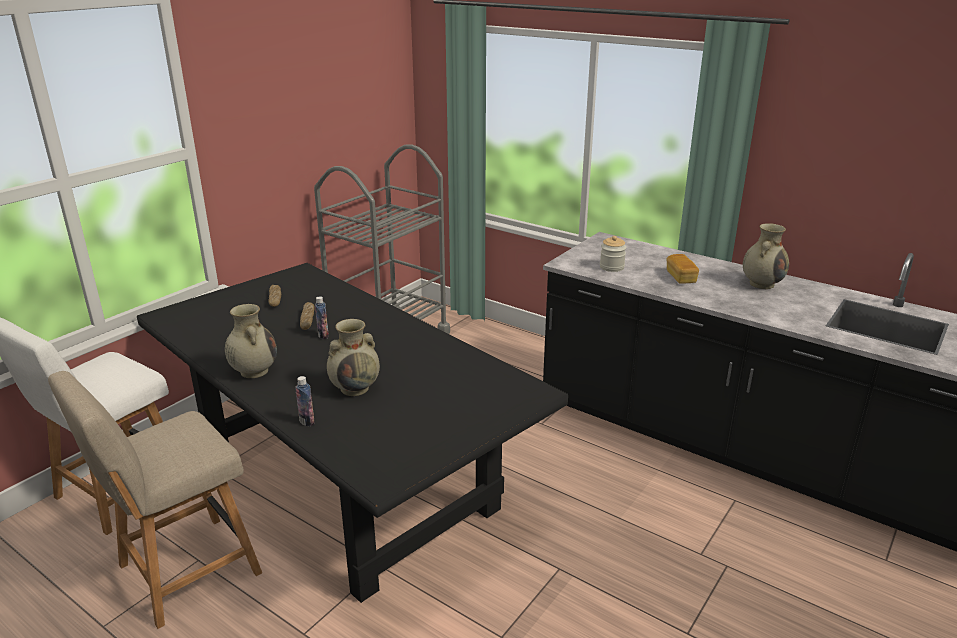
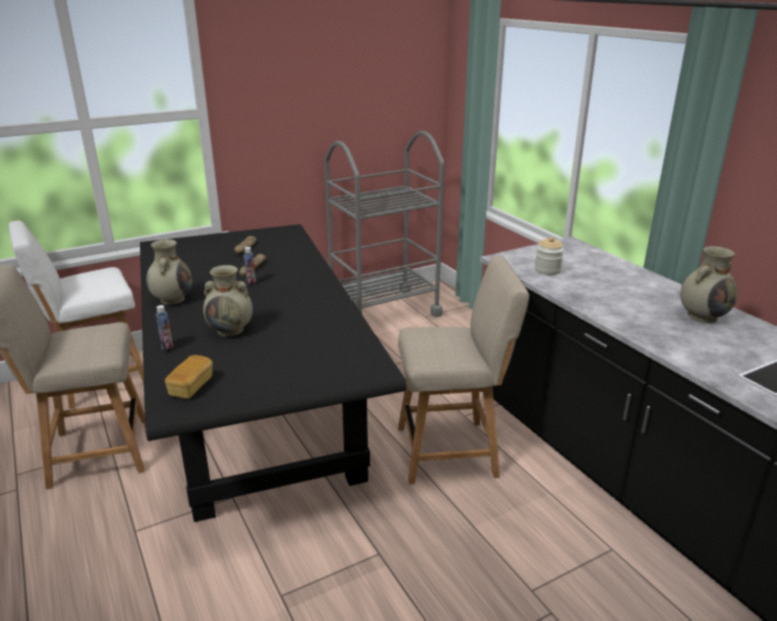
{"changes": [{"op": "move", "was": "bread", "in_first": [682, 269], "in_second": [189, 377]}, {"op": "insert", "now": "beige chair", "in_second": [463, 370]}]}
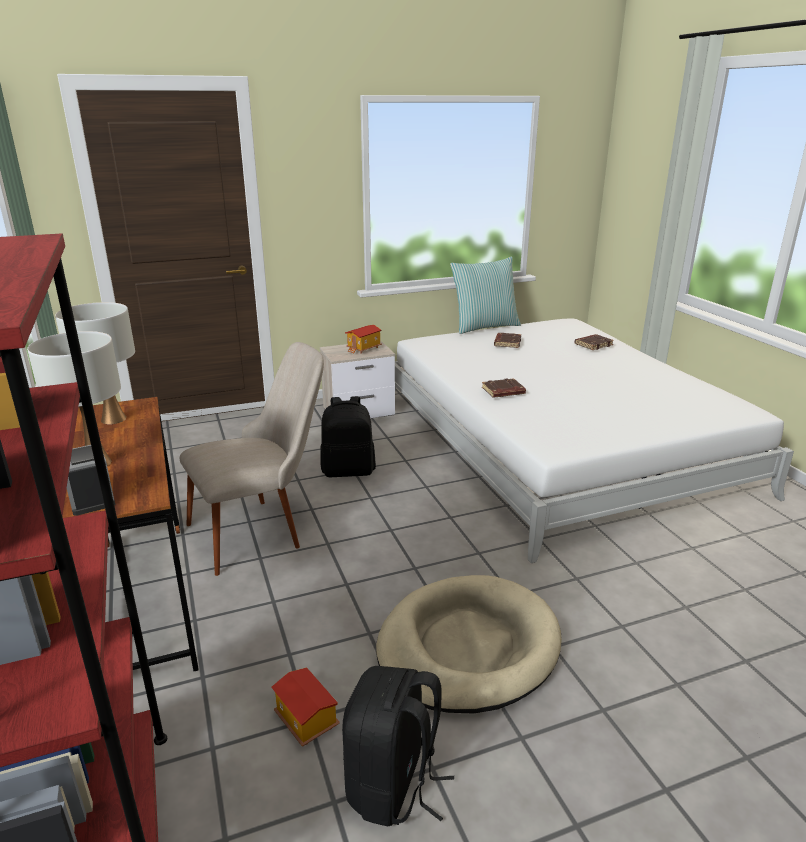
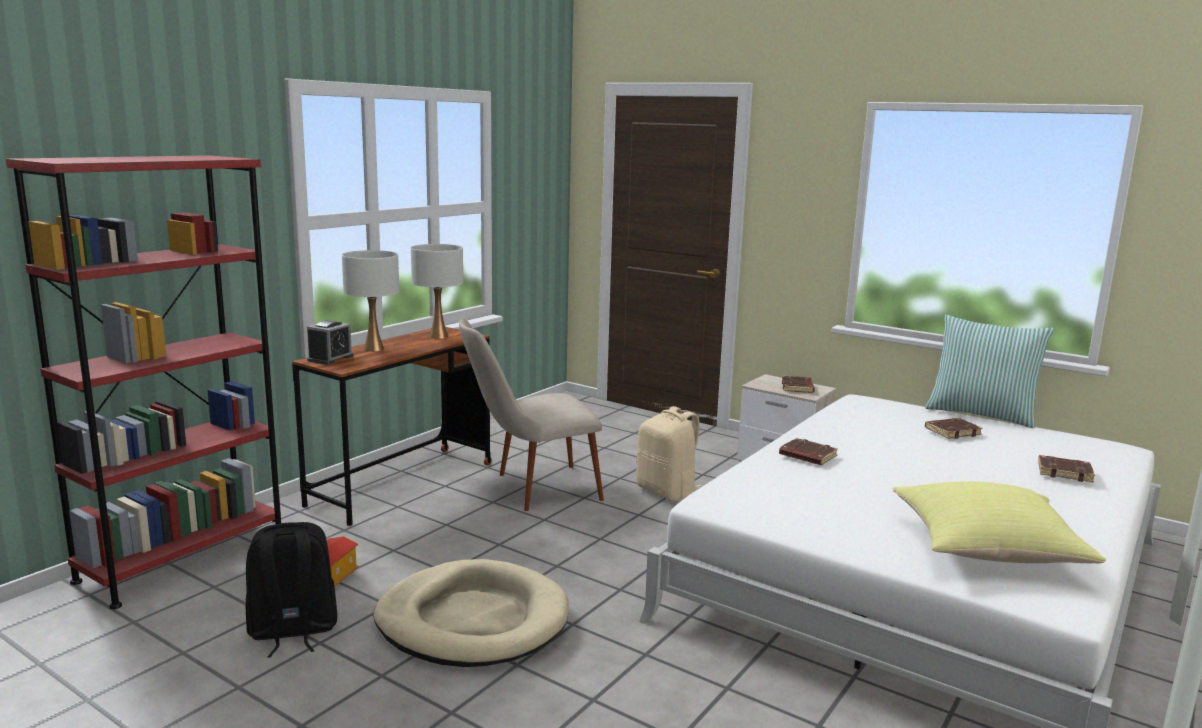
{"changes": [{"op": "rotate", "was": "beige chair", "in_first": [252, 459], "in_second": [531, 414], "clockwise": 135}, {"op": "recolor", "was": "black backpack", "now": "beige backpack", "in_first": [348, 436], "in_second": [669, 454]}, {"op": "replace", "was": "toy house", "now": "brown book", "in_first": [363, 339], "in_second": [798, 384]}, {"op": "insert", "now": "yellow pillow", "in_second": [999, 522]}]}
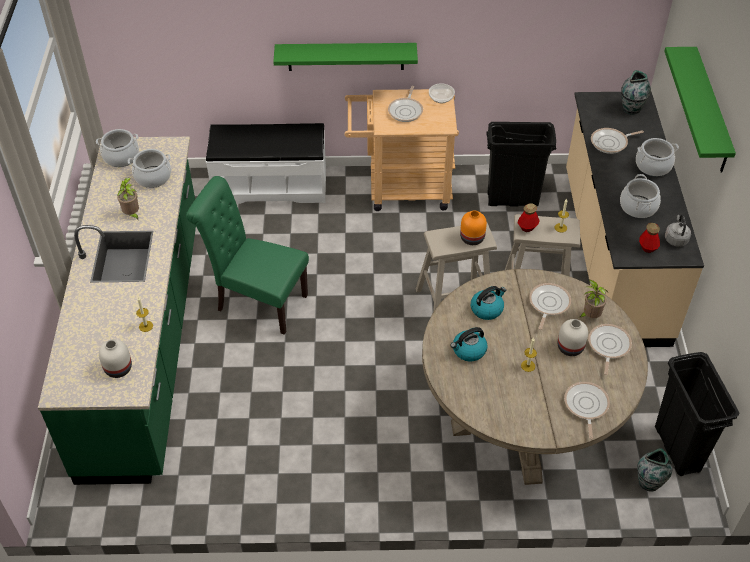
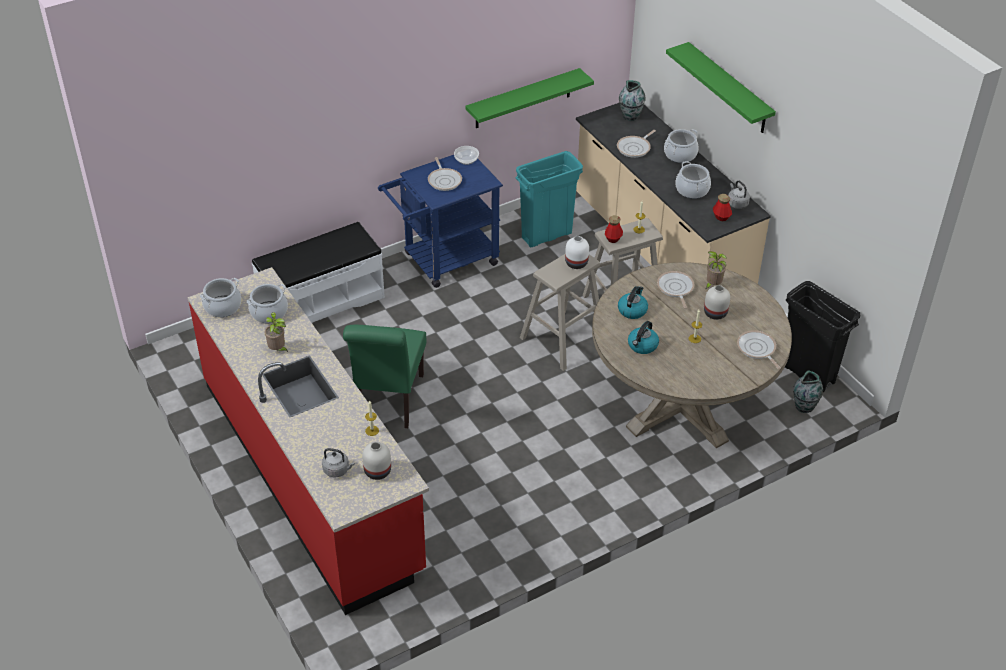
{"changes": [{"op": "recolor", "was": "green counter", "now": "red counter", "in_first": [117, 311], "in_second": [308, 441]}, {"op": "rotate", "was": "green chair", "in_first": [247, 255], "in_second": [384, 376], "clockwise": -75}, {"op": "move", "was": "green shelf", "in_first": [345, 57], "in_second": [530, 98]}, {"op": "recolor", "was": "beige cart", "now": "blue cart", "in_first": [402, 150], "in_second": [440, 221]}, {"op": "recolor", "was": "orange vase", "now": "white vase", "in_first": [473, 227], "in_second": [577, 252]}, {"op": "recolor", "was": "black trash can", "now": "turquoise trash can", "in_first": [521, 164], "in_second": [549, 199]}, {"op": "delete", "was": "frying pan", "in_first": [610, 349]}, {"op": "insert", "now": "grey kettle", "in_second": [338, 462]}]}
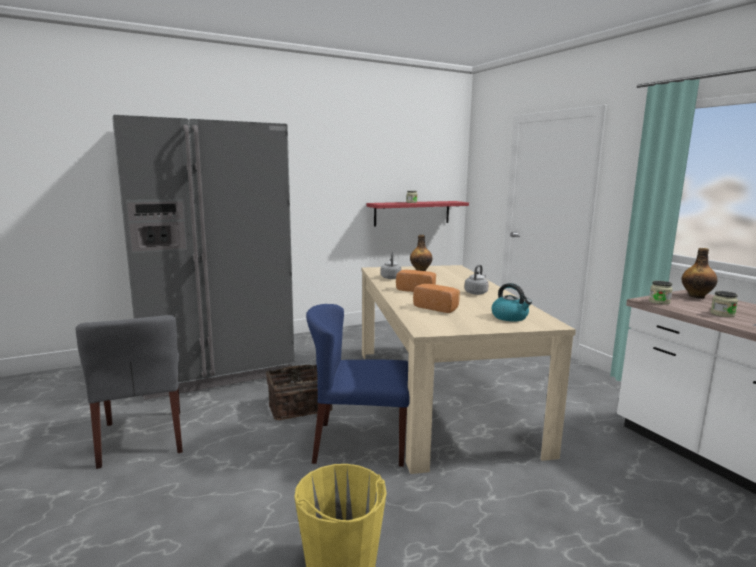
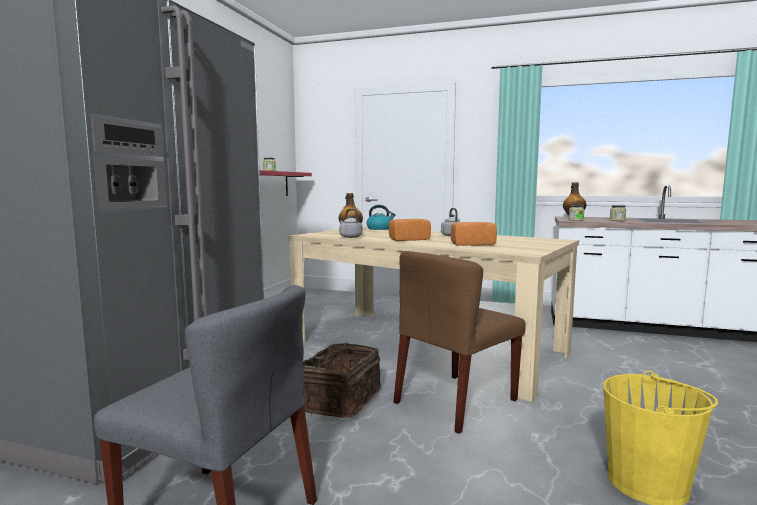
{"changes": [{"op": "recolor", "was": "blue chair", "now": "brown chair", "in_first": [358, 385], "in_second": [459, 342]}, {"op": "move", "was": "kettle", "in_first": [512, 302], "in_second": [381, 217]}]}
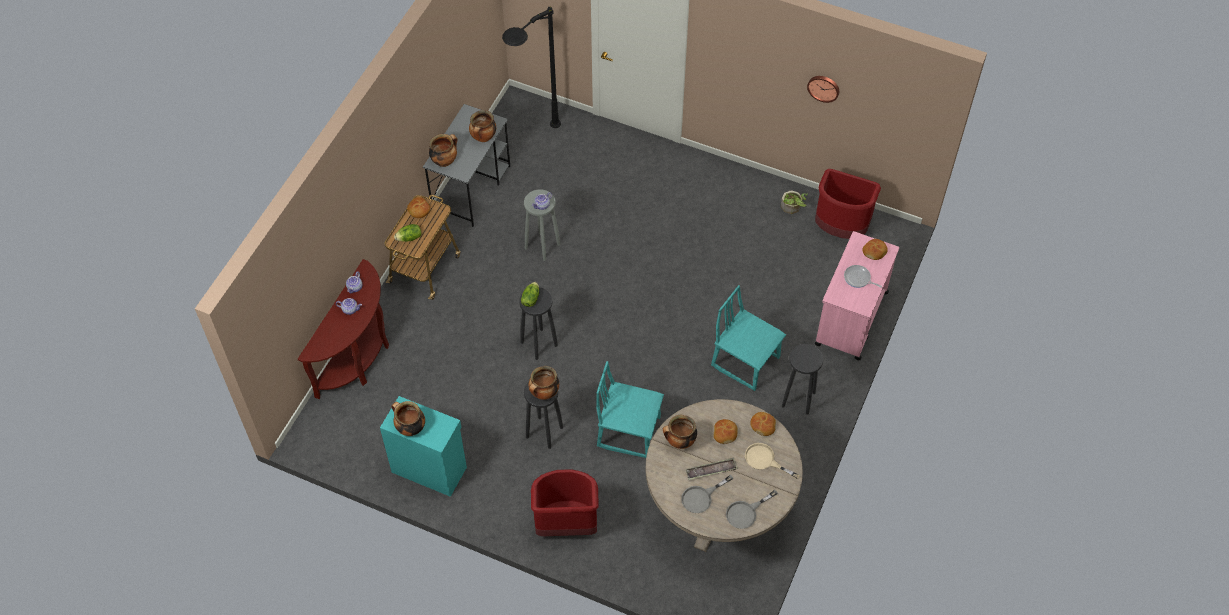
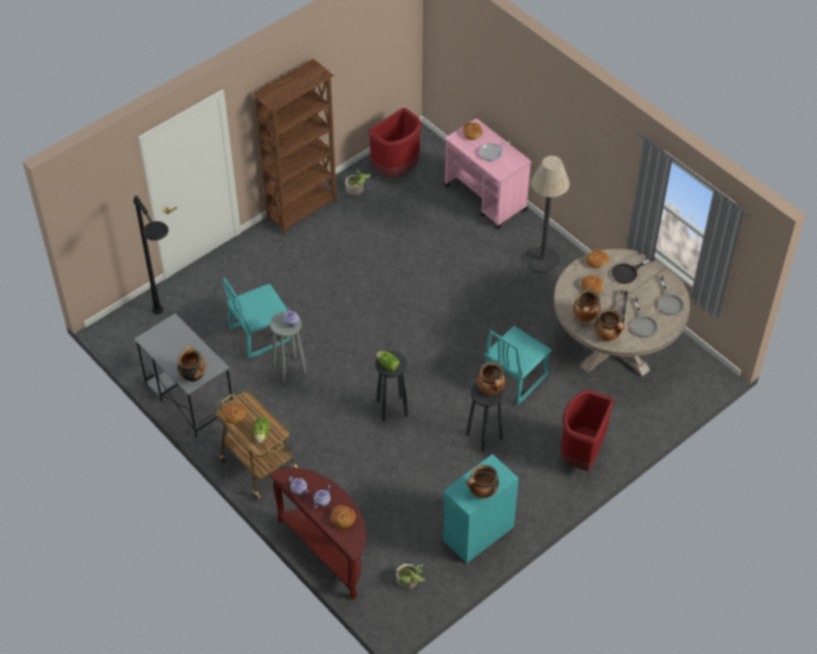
{"changes": [{"op": "move", "was": "cooking pot", "in_first": [482, 126], "in_second": [609, 324]}, {"op": "move", "was": "turquoise chair", "in_first": [748, 338], "in_second": [256, 317]}, {"op": "recolor", "was": "beige frying pan", "now": "black frying pan", "in_first": [772, 461], "in_second": [633, 271]}, {"op": "replace", "was": "black stool", "now": "floor lamp", "in_first": [802, 379], "in_second": [547, 214]}, {"op": "delete", "was": "wall clock", "in_first": [823, 89]}, {"op": "insert", "now": "brown bookcase", "in_second": [294, 147]}, {"op": "insert", "now": "bread", "in_second": [343, 516]}, {"op": "insert", "now": "potted plant", "in_second": [410, 577]}]}
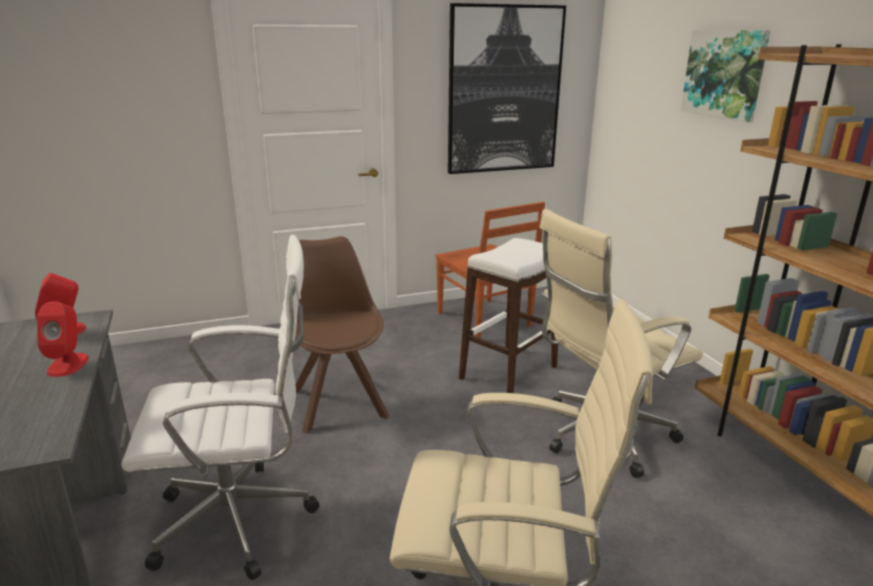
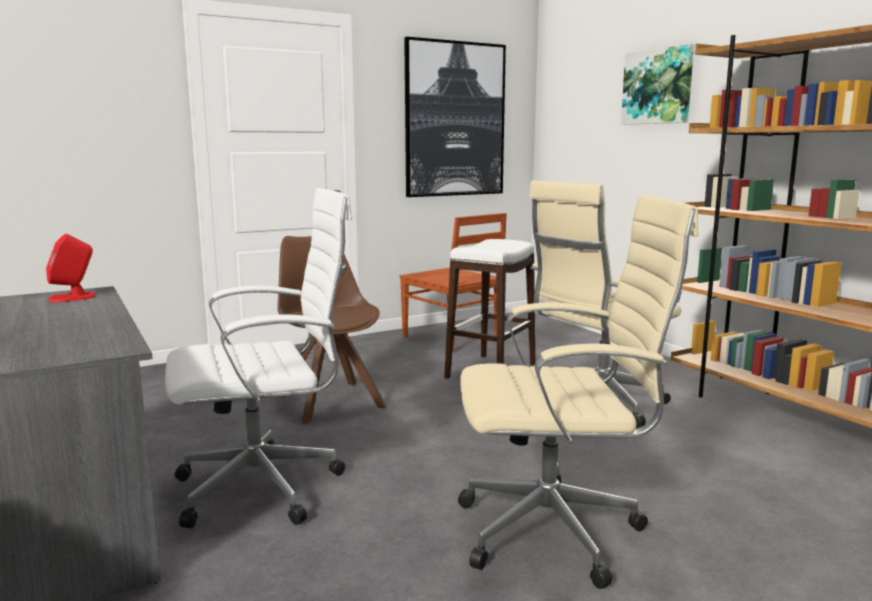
{"changes": [{"op": "delete", "was": "red speaker", "in_first": [62, 339]}]}
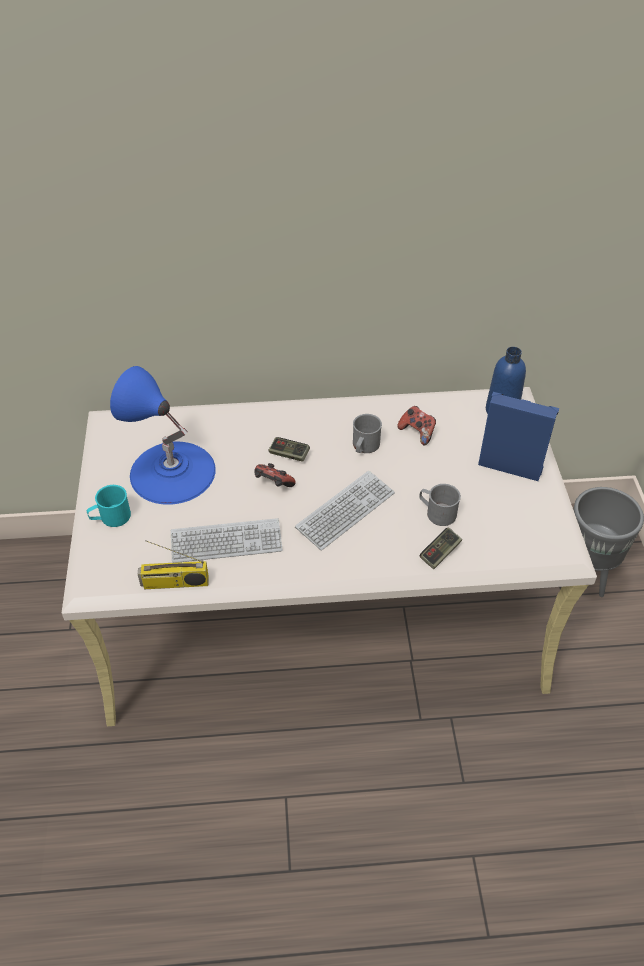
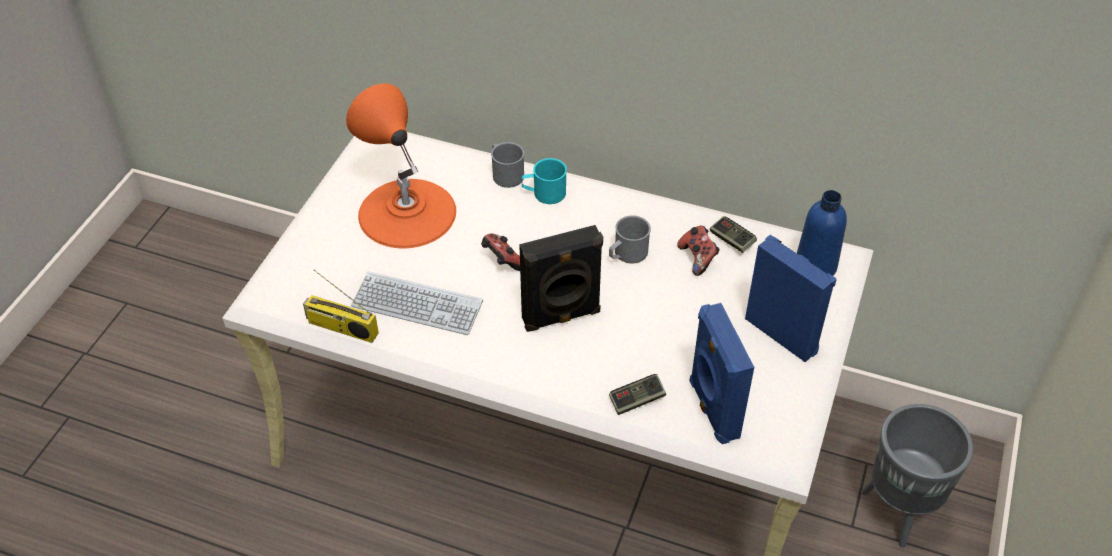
{"changes": [{"op": "move", "was": "turquoise mug", "in_first": [109, 506], "in_second": [544, 181]}, {"op": "recolor", "was": "blue table lamp", "now": "orange table lamp", "in_first": [163, 435], "in_second": [401, 165]}, {"op": "move", "was": "game controller", "in_first": [289, 449], "in_second": [733, 234]}, {"op": "replace", "was": "keyboard", "now": "black speaker", "in_first": [345, 511], "in_second": [561, 278]}, {"op": "move", "was": "grey mug", "in_first": [440, 505], "in_second": [507, 165]}, {"op": "insert", "now": "blue speaker", "in_second": [722, 373]}]}
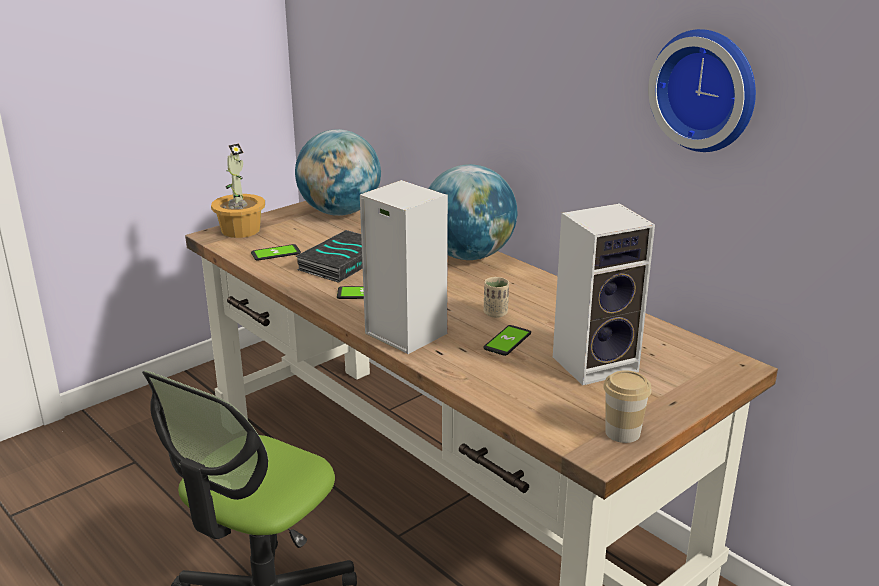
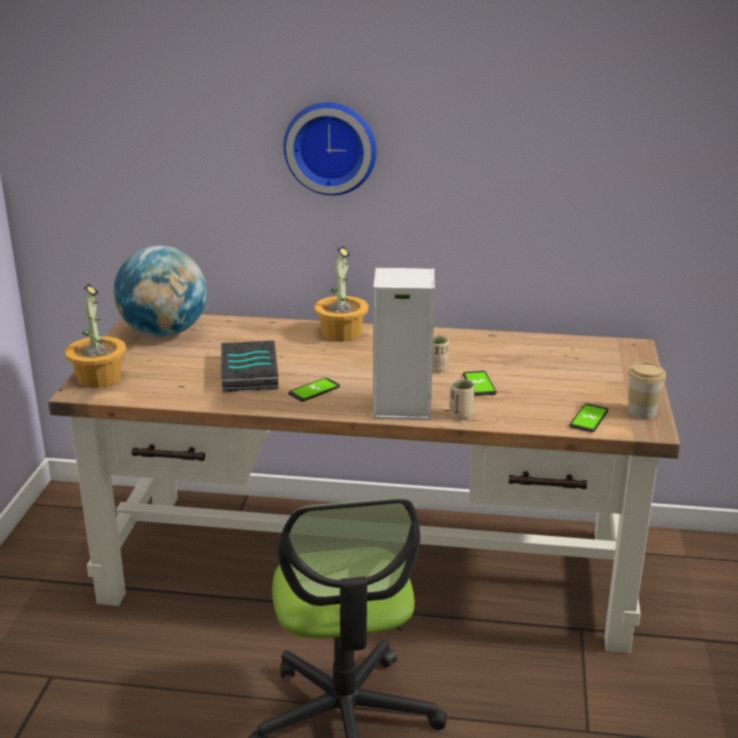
{"changes": [{"op": "move", "was": "phone", "in_first": [276, 252], "in_second": [589, 417]}, {"op": "replace", "was": "globe", "now": "potted plant", "in_first": [473, 212], "in_second": [341, 294]}, {"op": "delete", "was": "speaker", "in_first": [604, 294]}, {"op": "move", "was": "wall clock", "in_first": [702, 90], "in_second": [330, 149]}, {"op": "insert", "now": "beige cup", "in_second": [462, 399]}]}
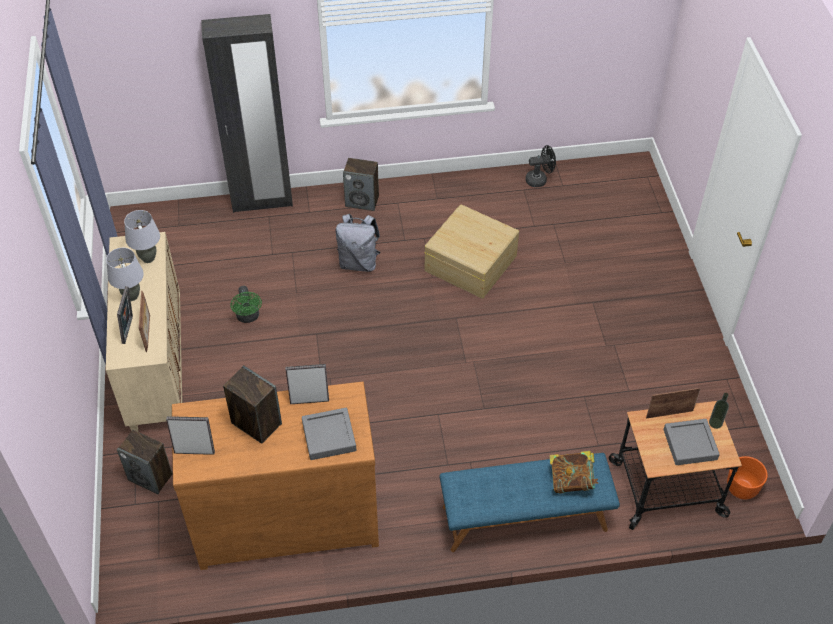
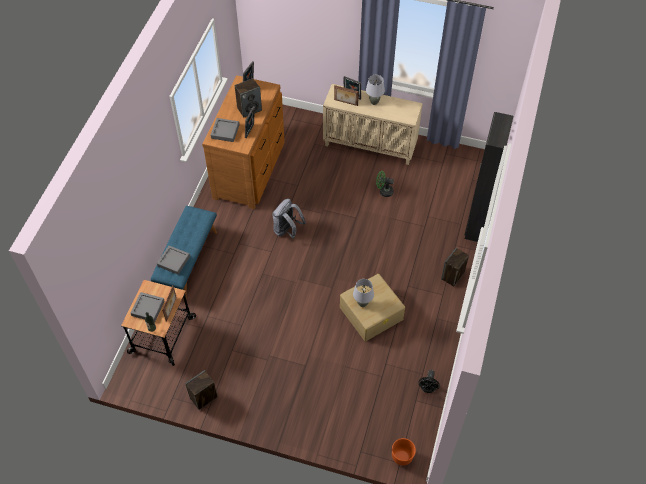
{"changes": [{"op": "move", "was": "speaker", "in_first": [145, 462], "in_second": [201, 390]}, {"op": "move", "was": "grey table lamp", "in_first": [142, 236], "in_second": [363, 293]}, {"op": "move", "was": "grey backpack", "in_first": [358, 243], "in_second": [289, 219]}, {"op": "replace", "was": "book", "now": "grey tray", "in_first": [574, 472], "in_second": [173, 260]}, {"op": "move", "was": "orange planter", "in_first": [747, 477], "in_second": [404, 452]}]}
